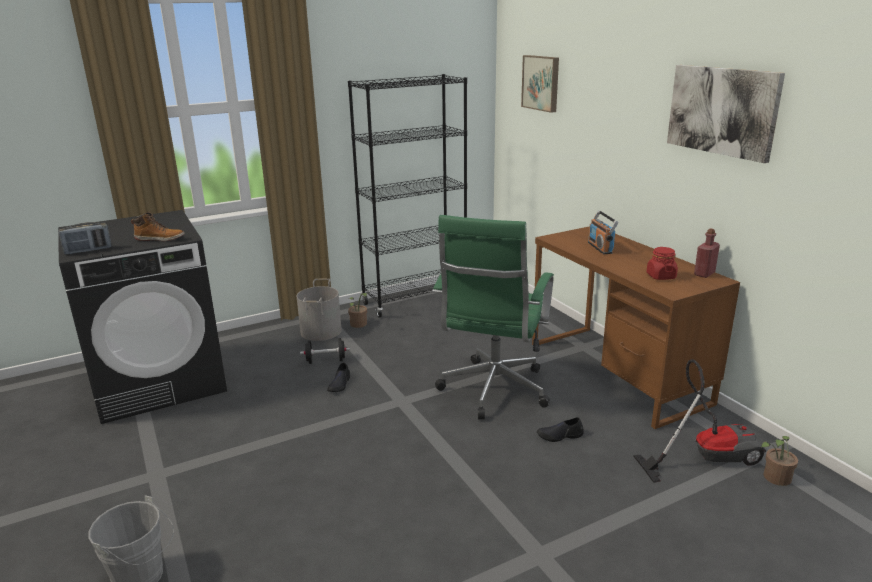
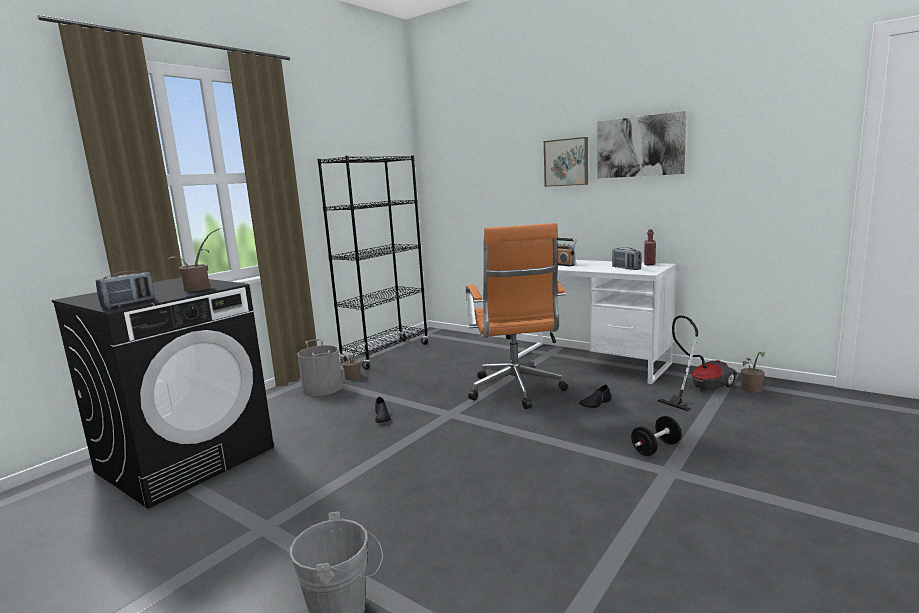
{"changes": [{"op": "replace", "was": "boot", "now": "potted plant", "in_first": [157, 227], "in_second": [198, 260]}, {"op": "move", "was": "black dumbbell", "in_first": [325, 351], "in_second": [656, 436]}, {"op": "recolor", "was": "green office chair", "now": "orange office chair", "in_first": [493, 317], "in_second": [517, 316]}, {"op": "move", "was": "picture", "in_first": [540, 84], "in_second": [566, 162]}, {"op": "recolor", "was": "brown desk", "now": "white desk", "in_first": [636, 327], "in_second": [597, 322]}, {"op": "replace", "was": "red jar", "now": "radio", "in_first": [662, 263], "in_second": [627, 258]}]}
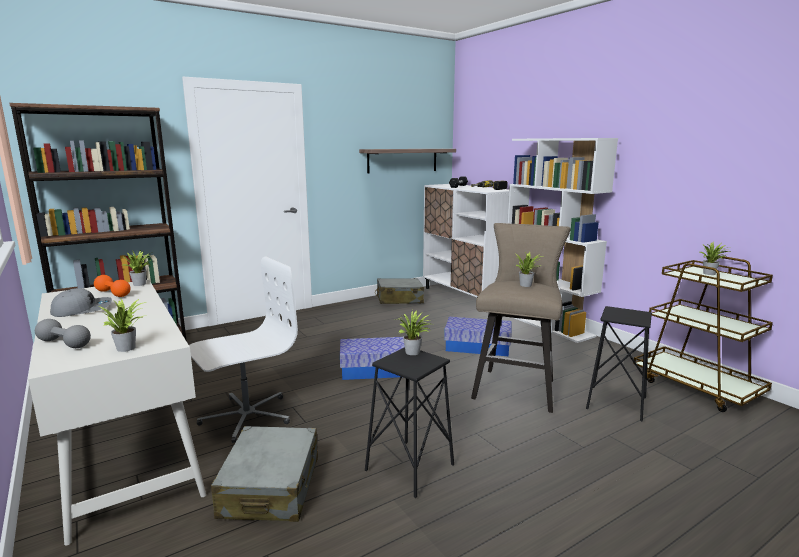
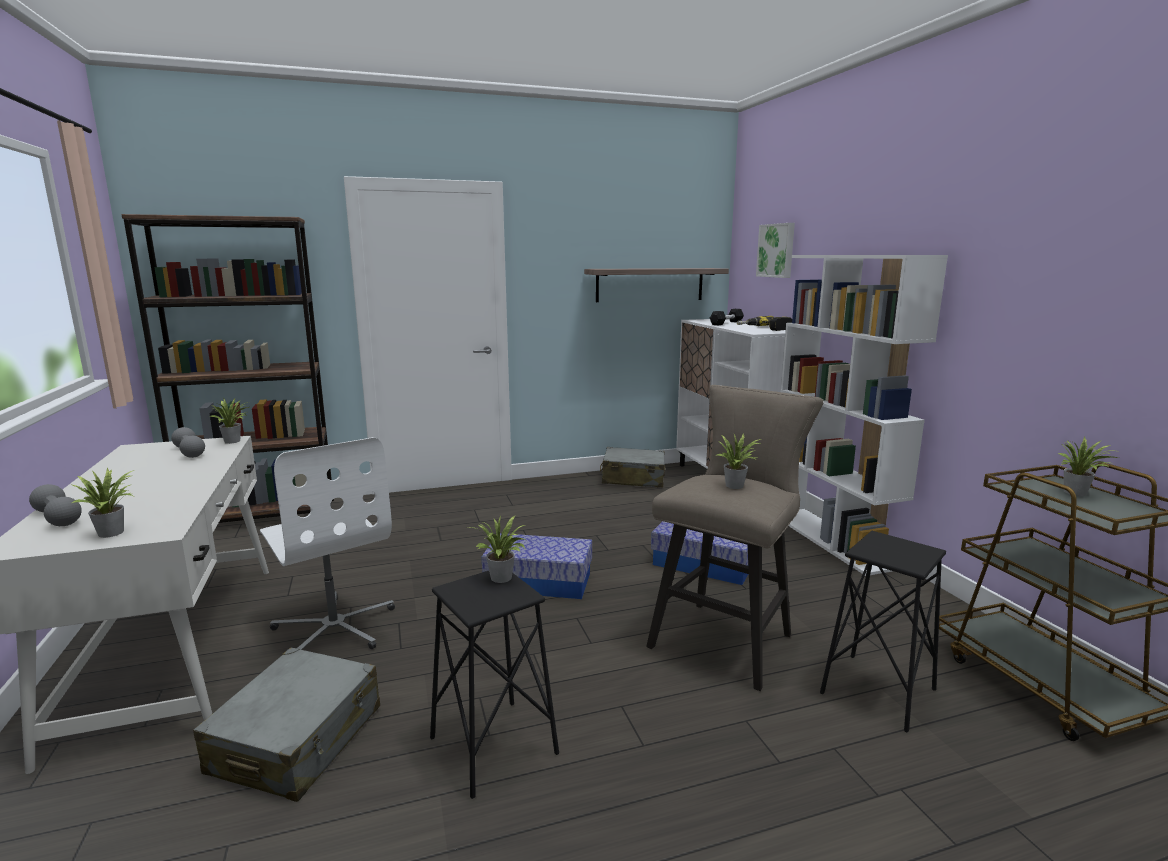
{"changes": [{"op": "delete", "was": "grey cap", "in_first": [81, 302]}, {"op": "recolor", "was": "orange dumbbell", "now": "grey dumbbell", "in_first": [112, 286], "in_second": [188, 442]}, {"op": "rotate", "was": "white office chair", "in_first": [243, 349], "in_second": [327, 543], "clockwise": 75}, {"op": "insert", "now": "picture", "in_second": [775, 250]}]}
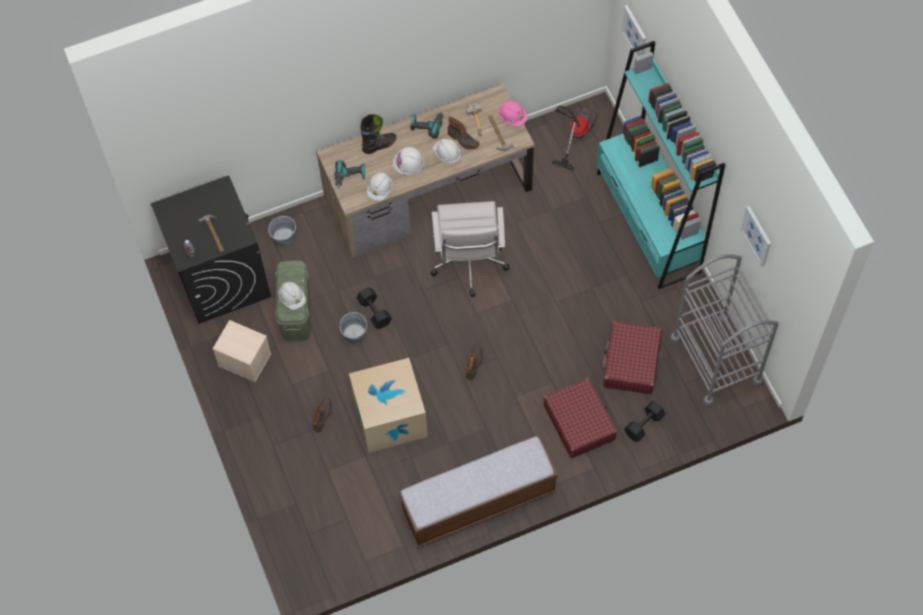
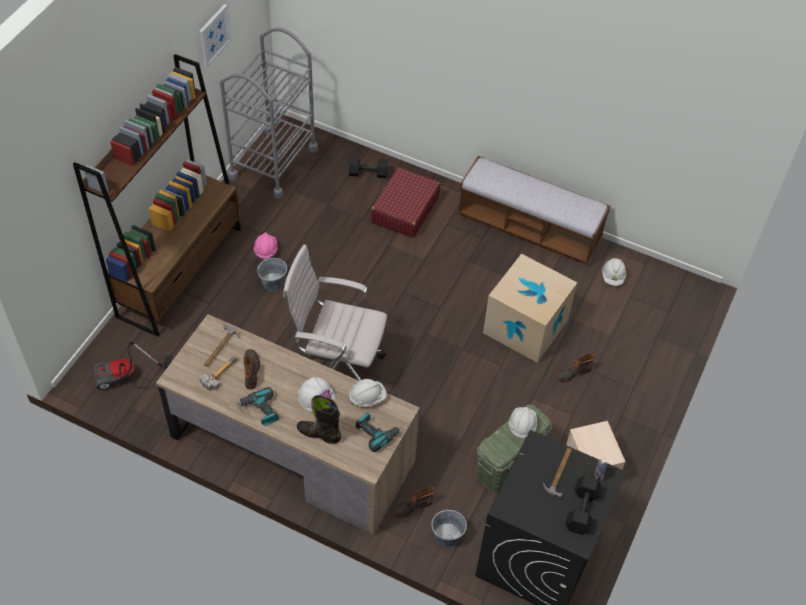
{"changes": [{"op": "move", "was": "grey bucket", "in_first": [353, 328], "in_second": [272, 274]}, {"op": "move", "was": "black dumbbell", "in_first": [374, 308], "in_second": [583, 505]}, {"op": "rotate", "was": "white office chair", "in_first": [470, 249], "in_second": [335, 313], "clockwise": -120}, {"op": "move", "was": "white hard hat", "in_first": [447, 152], "in_second": [614, 272]}, {"op": "move", "was": "boot", "in_first": [474, 362], "in_second": [413, 502]}, {"op": "move", "was": "pink hard hat", "in_first": [513, 114], "in_second": [266, 246]}, {"op": "recolor", "was": "turquoise bookcase", "now": "brown bookcase", "in_first": [661, 165], "in_second": [157, 195]}, {"op": "delete", "was": "red suitcase", "in_first": [632, 357]}, {"op": "delete", "was": "picture", "in_first": [633, 31]}]}
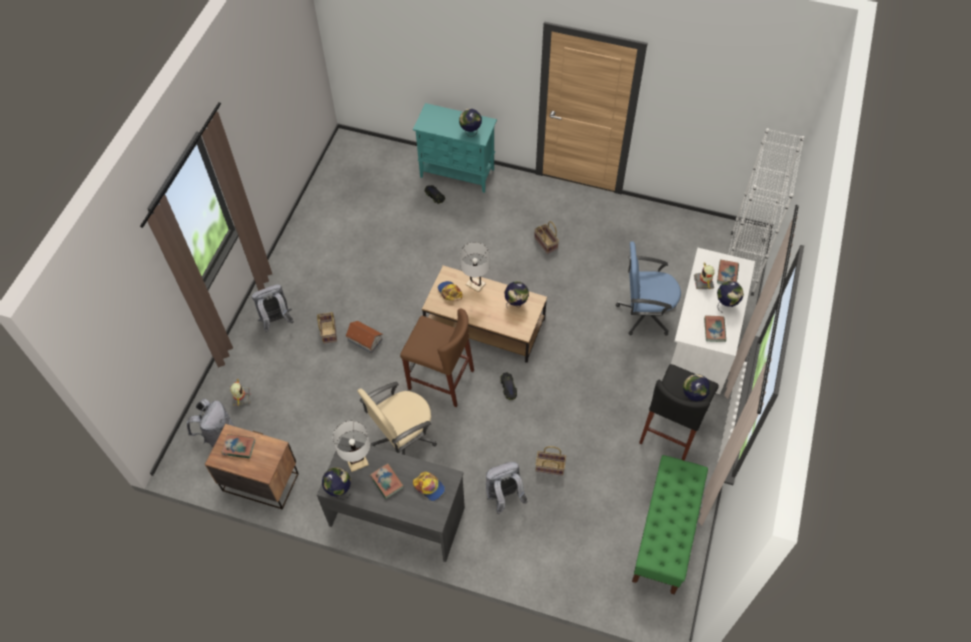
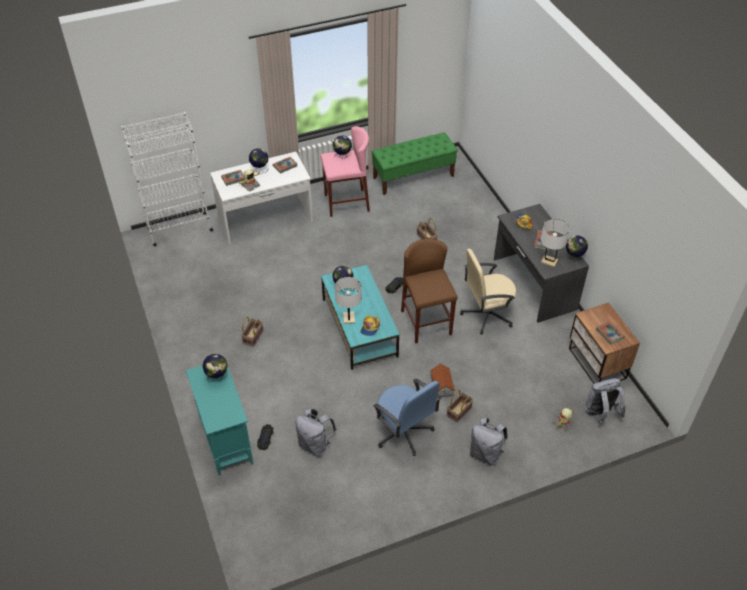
{"changes": [{"op": "rotate", "was": "beige office chair", "in_first": [397, 418], "in_second": [488, 292], "clockwise": 150}, {"op": "recolor", "was": "brown coffee table", "now": "turquoise coffee table", "in_first": [484, 314], "in_second": [360, 317]}, {"op": "move", "was": "grey backpack", "in_first": [507, 488], "in_second": [316, 432]}, {"op": "move", "was": "blue office chair", "in_first": [648, 288], "in_second": [407, 417]}, {"op": "recolor", "was": "black stool", "now": "pink stool", "in_first": [679, 412], "in_second": [345, 171]}]}
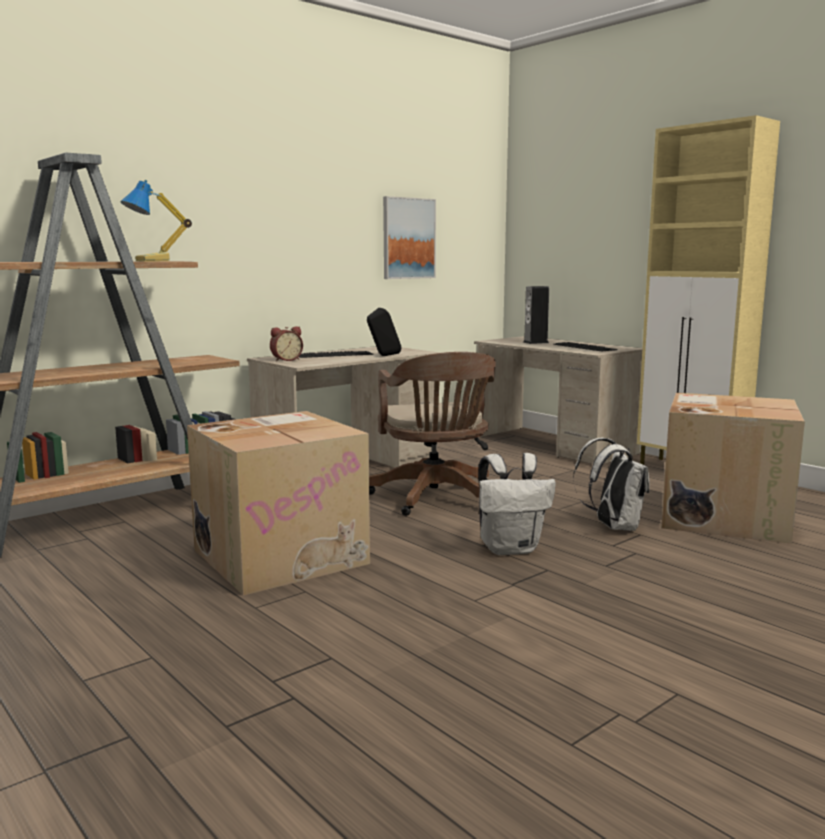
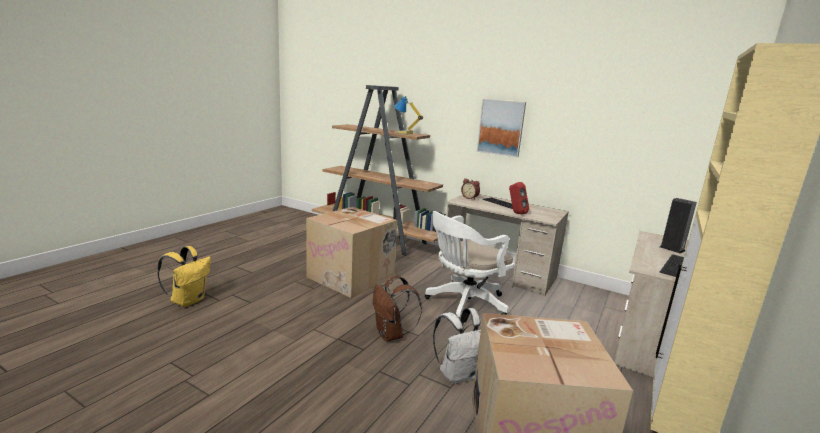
{"changes": [{"op": "recolor", "was": "black speaker", "now": "red speaker", "in_first": [384, 332], "in_second": [519, 198]}, {"op": "recolor", "was": "brown office chair", "now": "white office chair", "in_first": [432, 434], "in_second": [469, 264]}, {"op": "move", "was": "picture", "in_first": [409, 237], "in_second": [501, 128]}, {"op": "recolor", "was": "white backpack", "now": "brown backpack", "in_first": [517, 504], "in_second": [397, 308]}, {"op": "insert", "now": "yellow backpack", "in_second": [184, 276]}]}
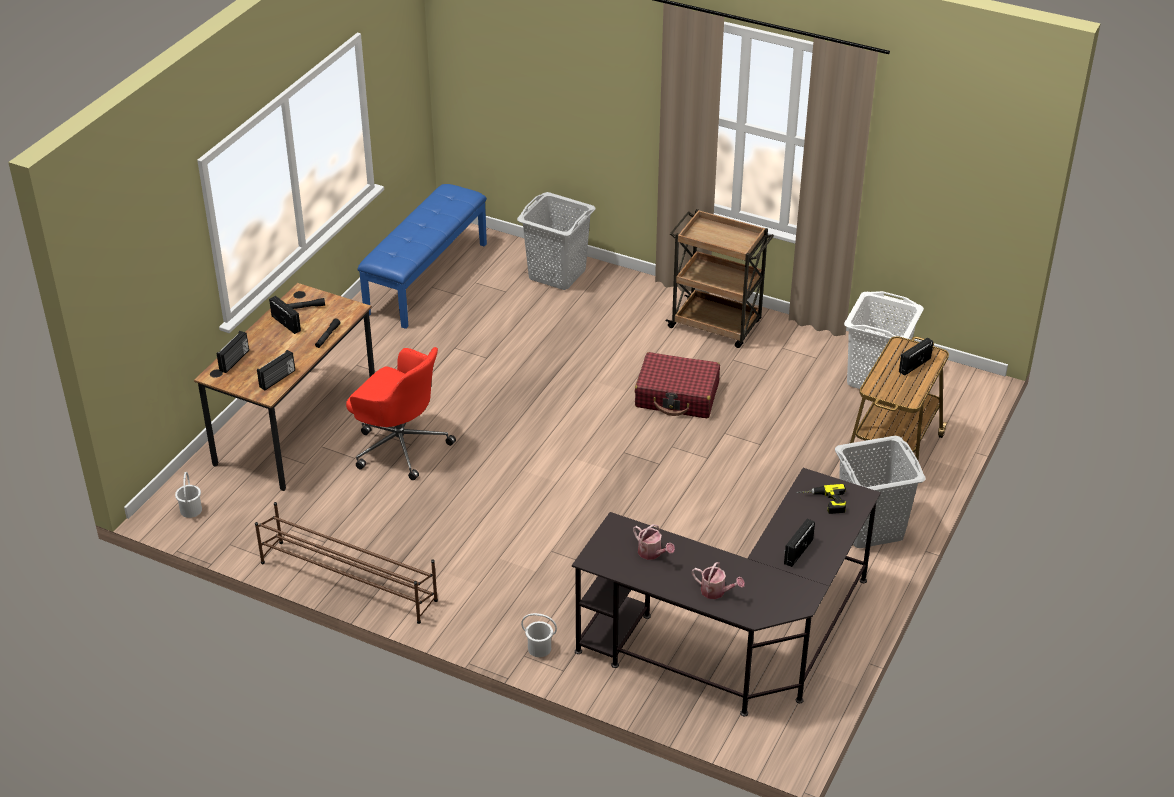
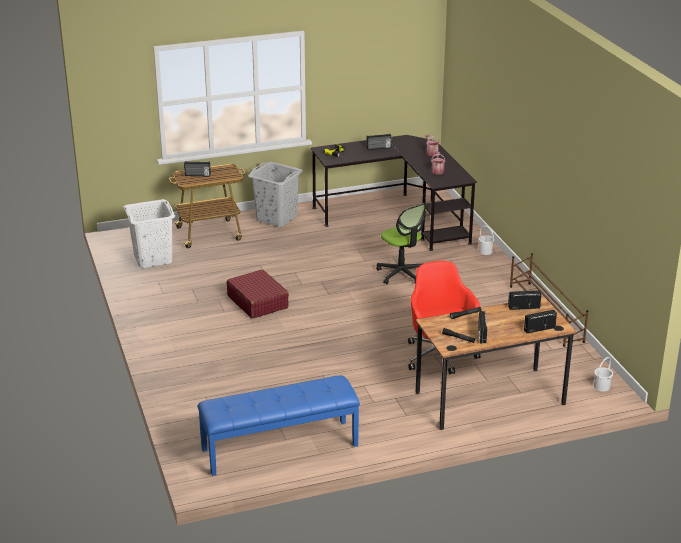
{"changes": [{"op": "delete", "was": "grey laundry basket", "in_first": [556, 241]}, {"op": "delete", "was": "brown cart", "in_first": [719, 278]}, {"op": "insert", "now": "office chair", "in_second": [401, 243]}]}
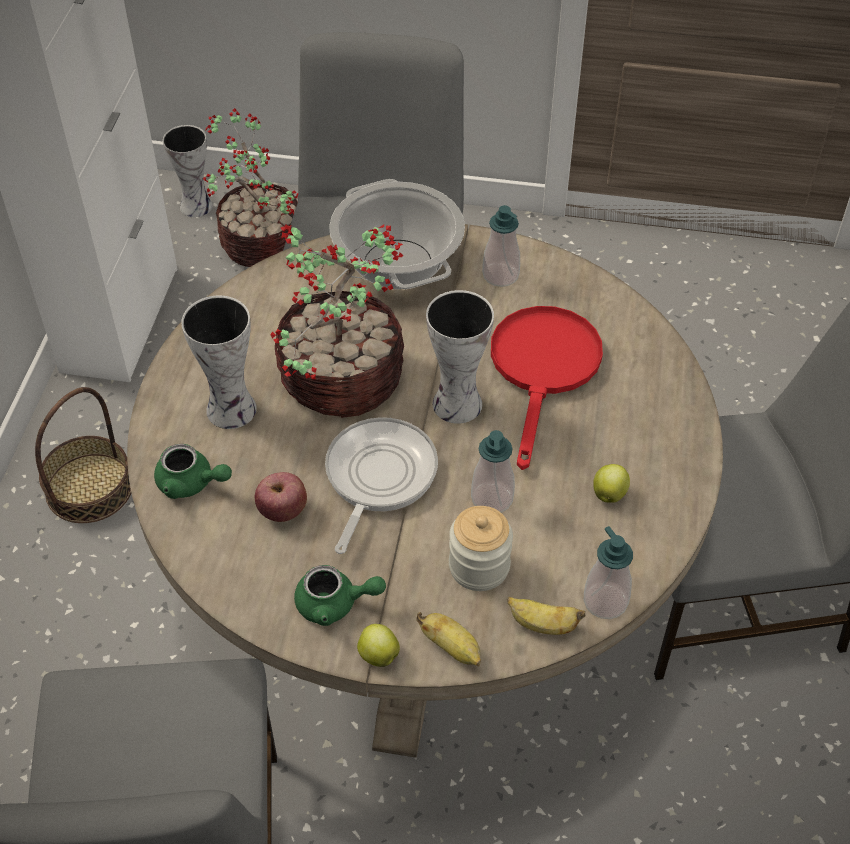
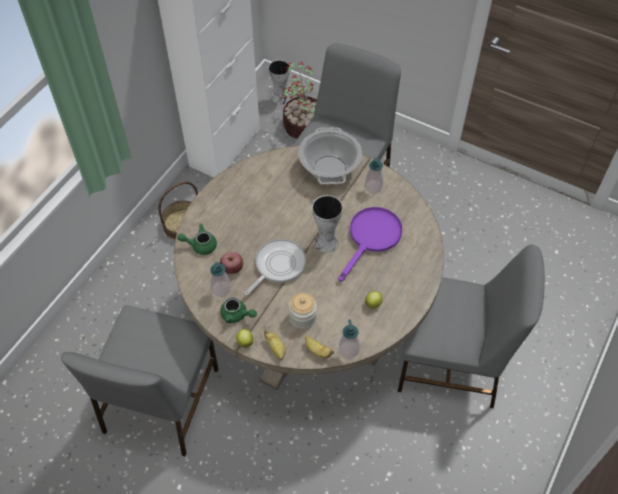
{"changes": [{"op": "rotate", "was": "green teapot", "in_first": [193, 471], "in_second": [197, 239], "clockwise": 135}, {"op": "delete", "was": "vase", "in_first": [219, 362]}, {"op": "delete", "was": "potted plant", "in_first": [337, 321]}, {"op": "move", "was": "soap dispenser", "in_first": [493, 471], "in_second": [220, 279]}, {"op": "recolor", "was": "red frying pan", "now": "purple frying pan", "in_first": [547, 388], "in_second": [370, 244]}]}
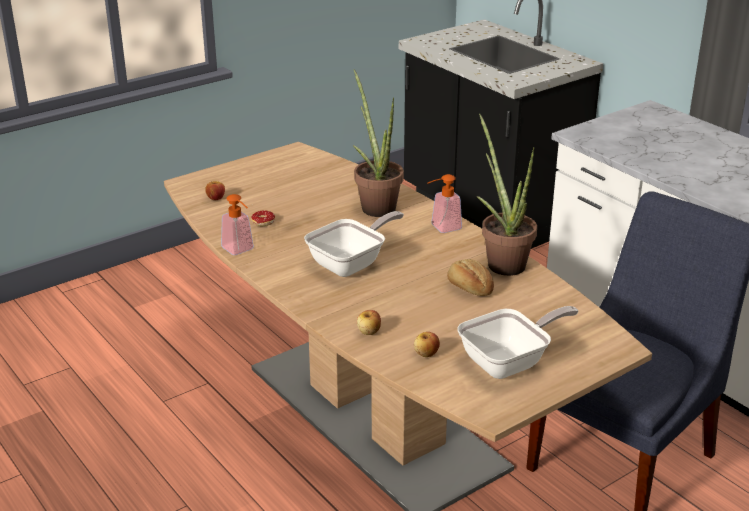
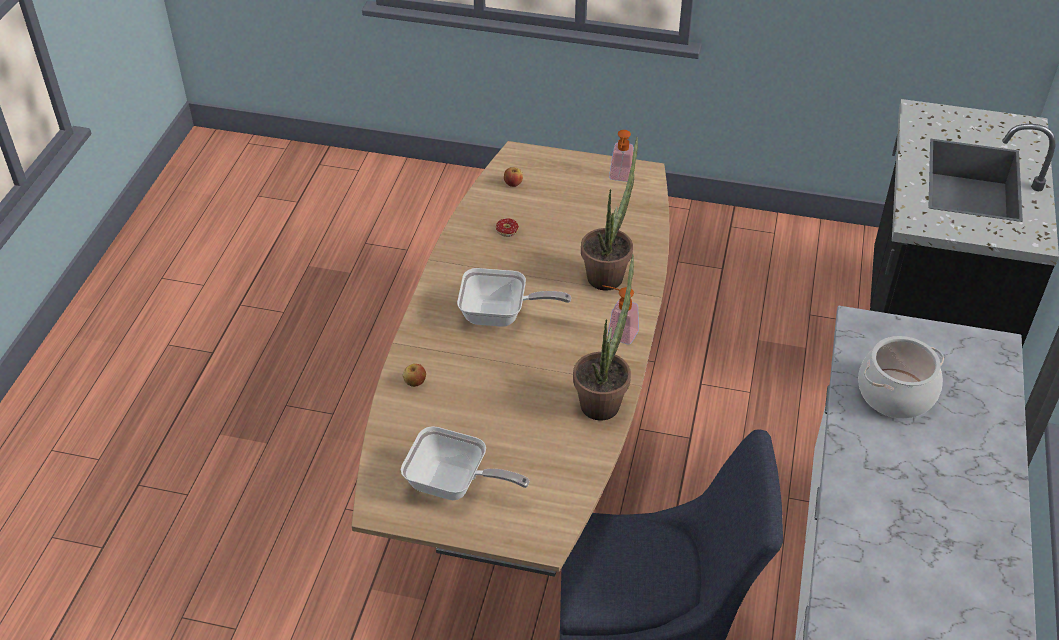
{"changes": [{"op": "move", "was": "soap dispenser", "in_first": [237, 224], "in_second": [621, 156]}, {"op": "delete", "was": "apple", "in_first": [427, 344]}, {"op": "delete", "was": "bread", "in_first": [470, 277]}, {"op": "insert", "now": "cooking pot", "in_second": [901, 377]}]}
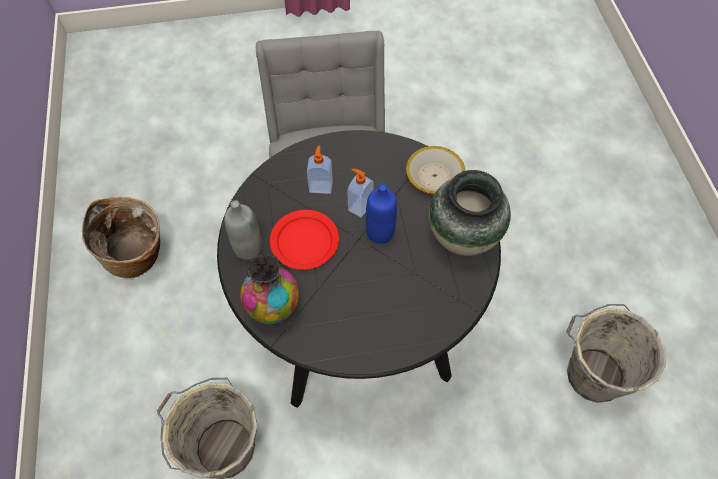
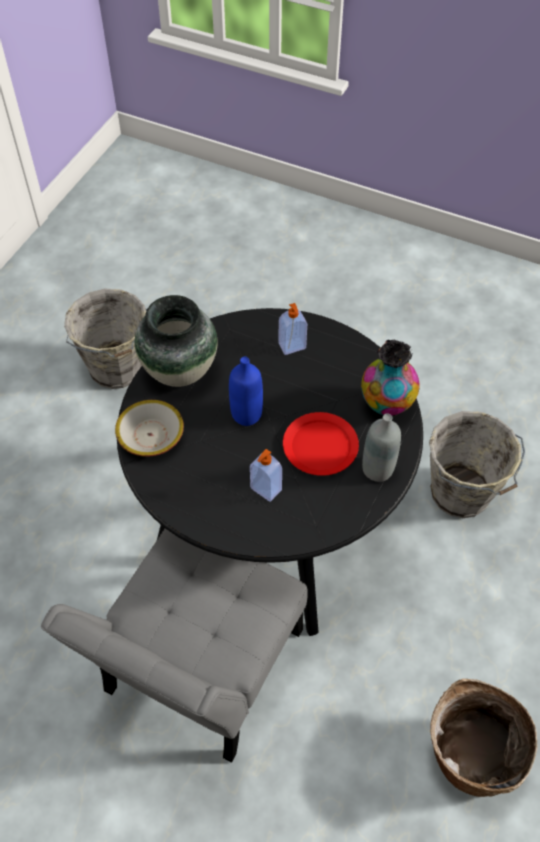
{"changes": [{"op": "move", "was": "soap dispenser", "in_first": [361, 193], "in_second": [292, 329]}]}
